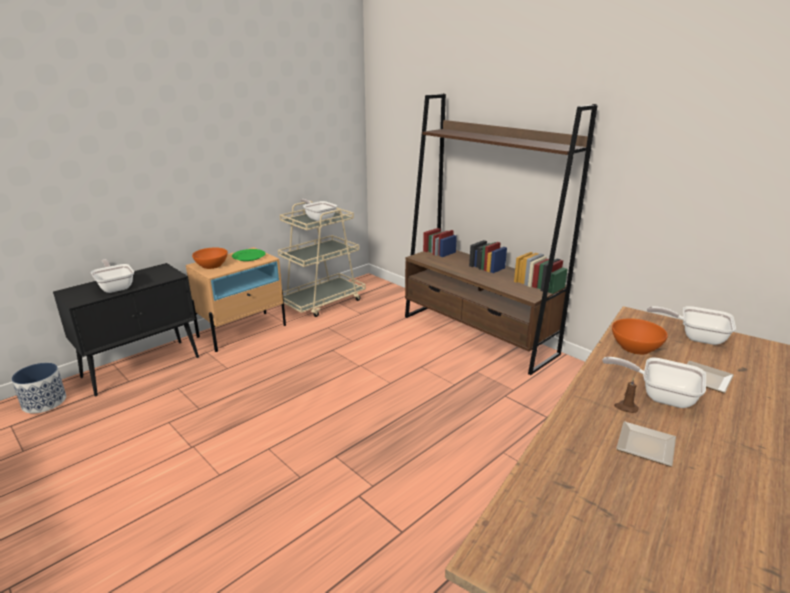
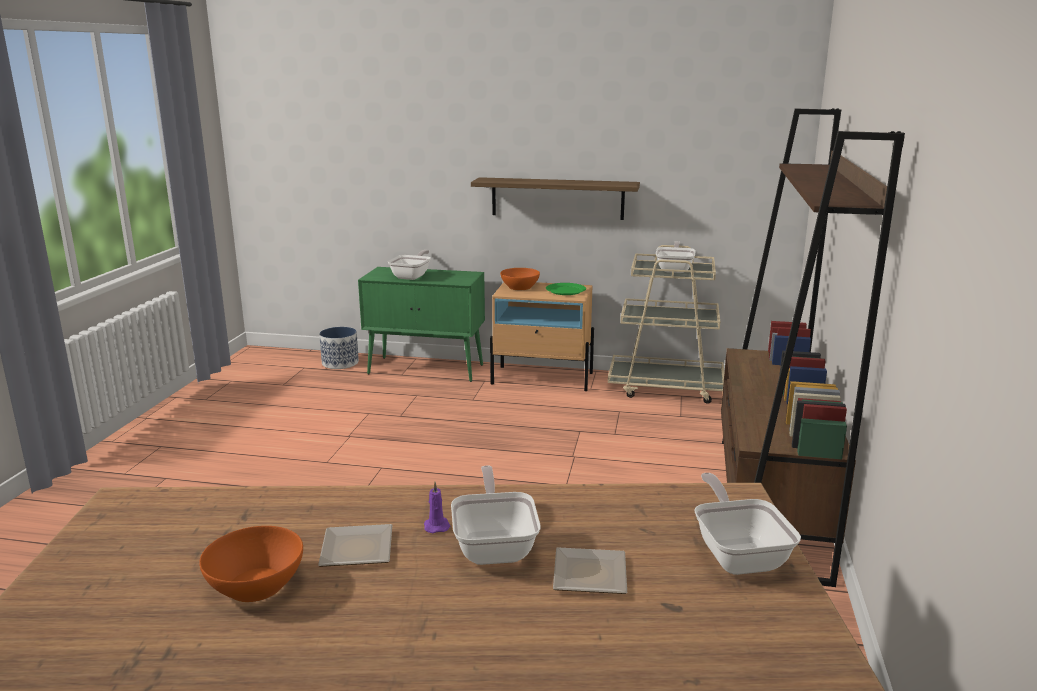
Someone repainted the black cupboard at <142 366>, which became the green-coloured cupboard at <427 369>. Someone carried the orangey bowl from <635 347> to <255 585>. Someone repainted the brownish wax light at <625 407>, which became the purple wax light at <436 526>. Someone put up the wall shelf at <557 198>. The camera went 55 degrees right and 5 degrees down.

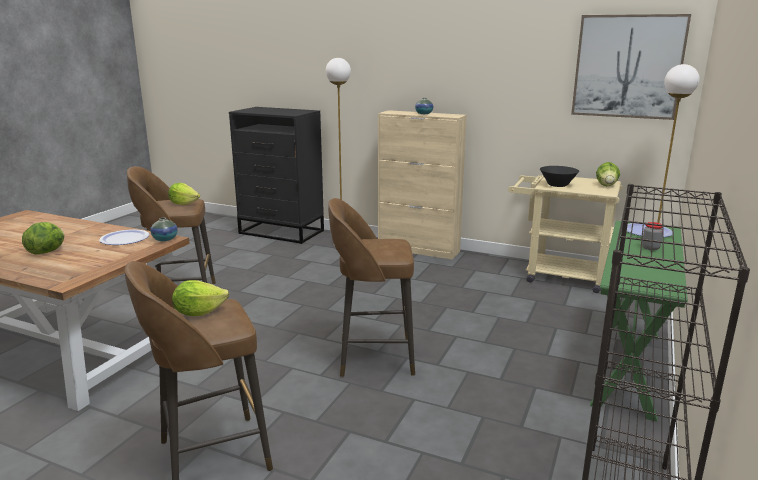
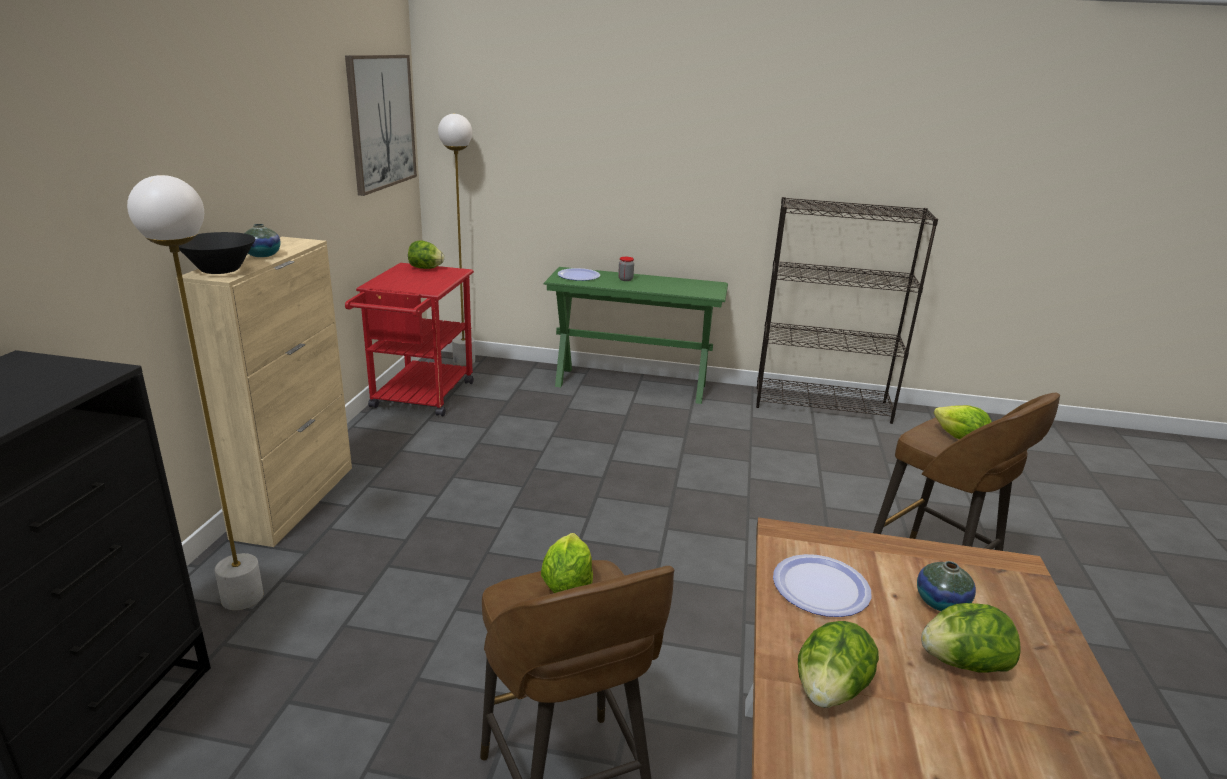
Someone carried the vase from <165 239> to <941 603>. Someone took away the brownish stool seat at <373 357>. Someone repainted the beige-coloured trolley at <558 275>, which became the red-coloured trolley at <419 399>. Someone carried the black bowl from <557 185> to <220 270>. Someone put down the head of lettuce at <830 691>. The camera went 105 degrees left and 5 degrees up.

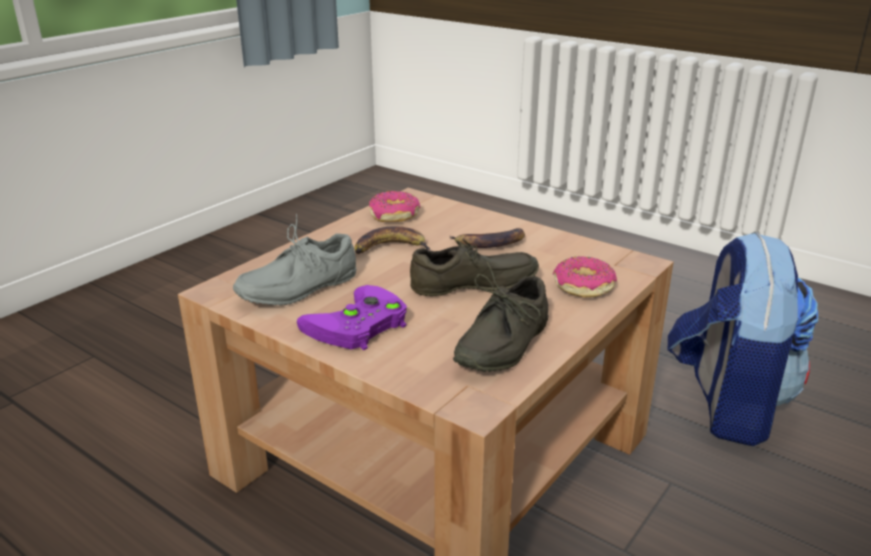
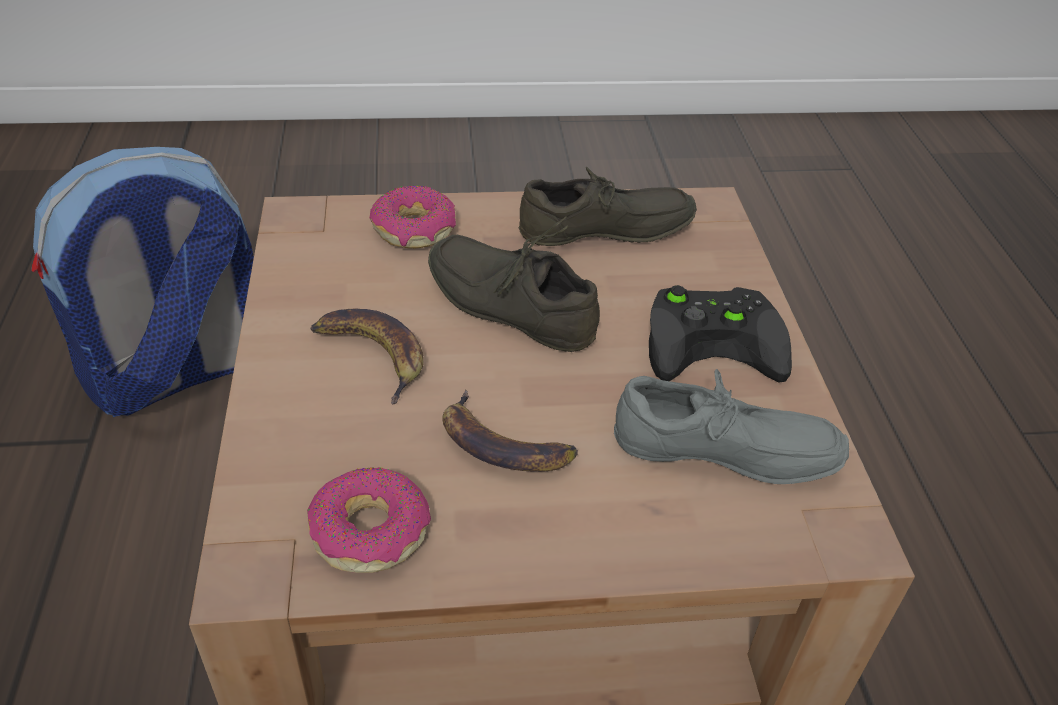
Someone repainted the purple game controller at <356 326>, which became the black game controller at <717 339>. The camera went 135 degrees left and 15 degrees up.

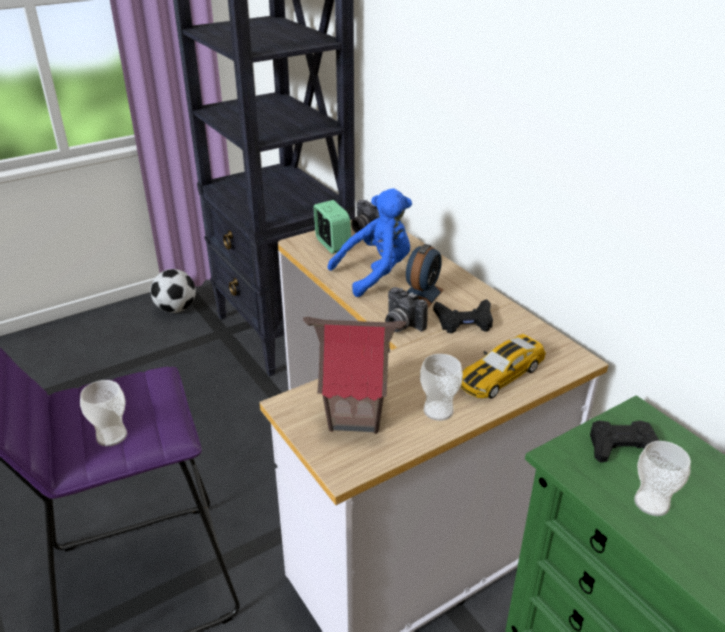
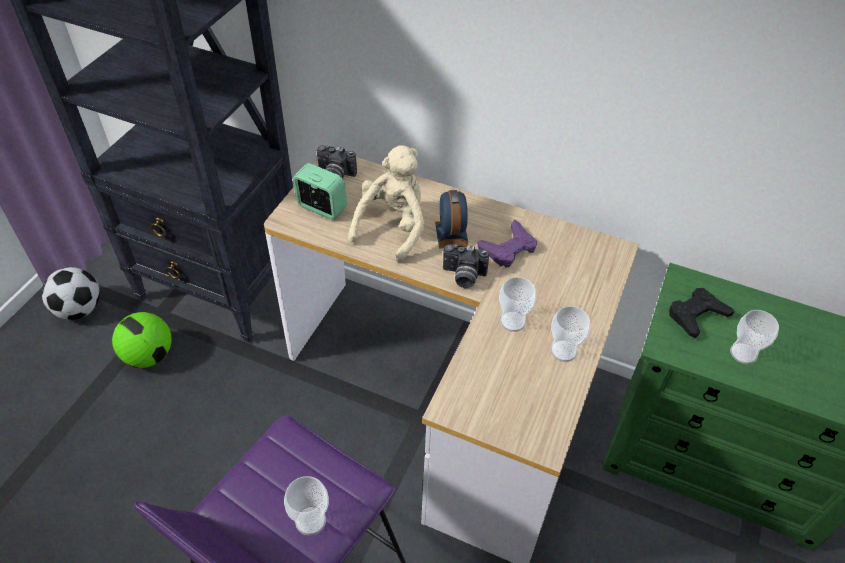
Someone took away the toy house at <355 416>. Someone repainted the blue-coloured soft toy at <376 273>, which became the beige-coloured soft toy at <392 227>. Someone repainted the black game controller at <464 321>, which became the purple game controller at <508 249>. Someone took away the model car at <500 375>. Someone put down the ball for football at <149 355>. Someone put down the small cup at <513 321>. The camera went 35 degrees left and 15 degrees up.

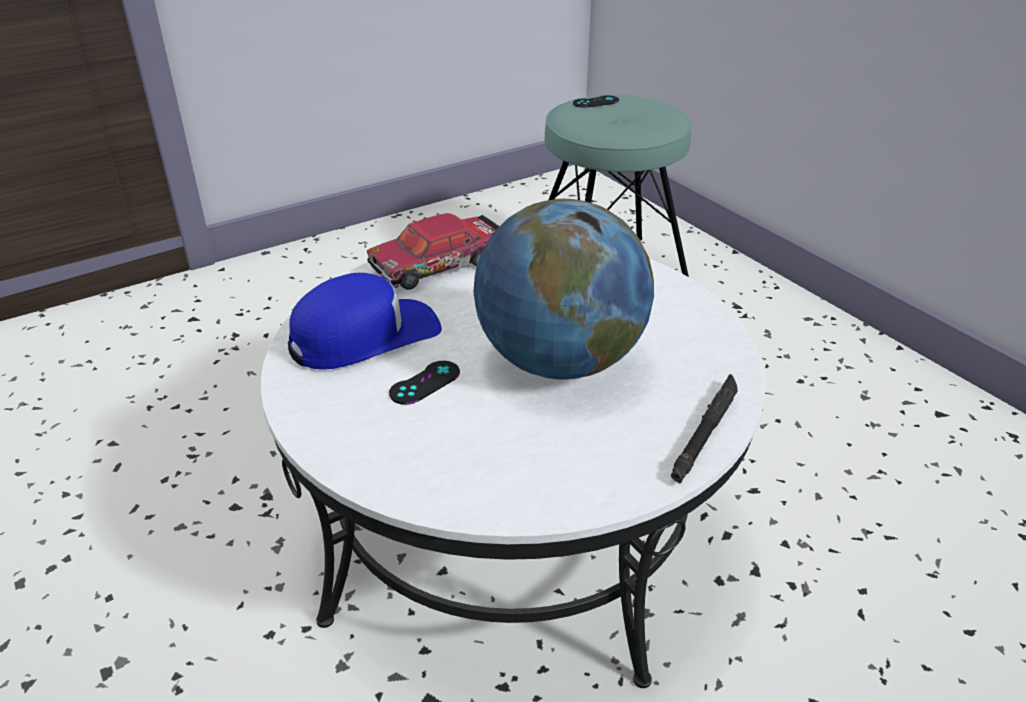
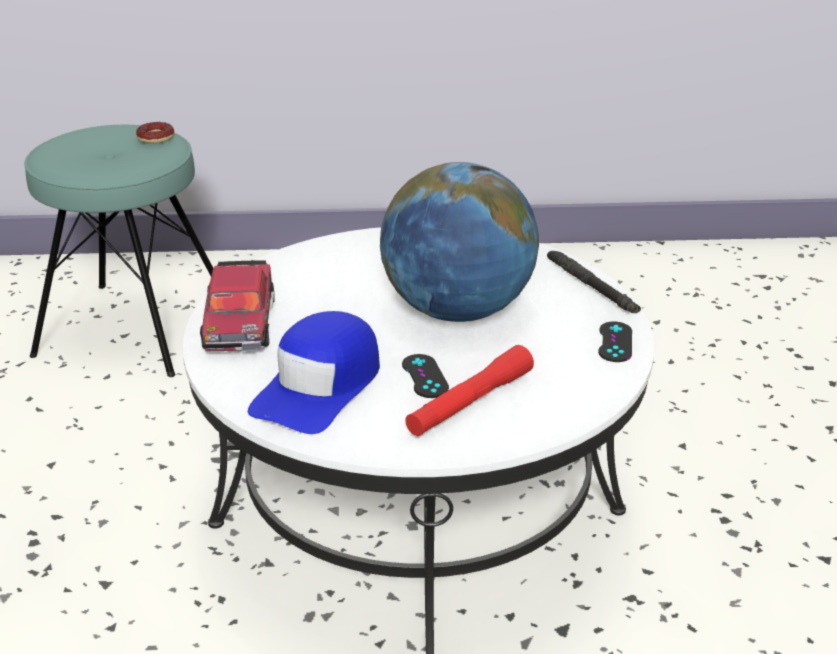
Someone rotated the blue-coloured peaked cap at <365 336> by 150 degrees counterclockwise. Someone carried the black game controller from <596 102> to <615 342>. Someone put down the ring doughnut at <155 138>. Someone put down the red-coloured flashlight at <470 403>. The camera went 60 degrees left and 5 degrees down.

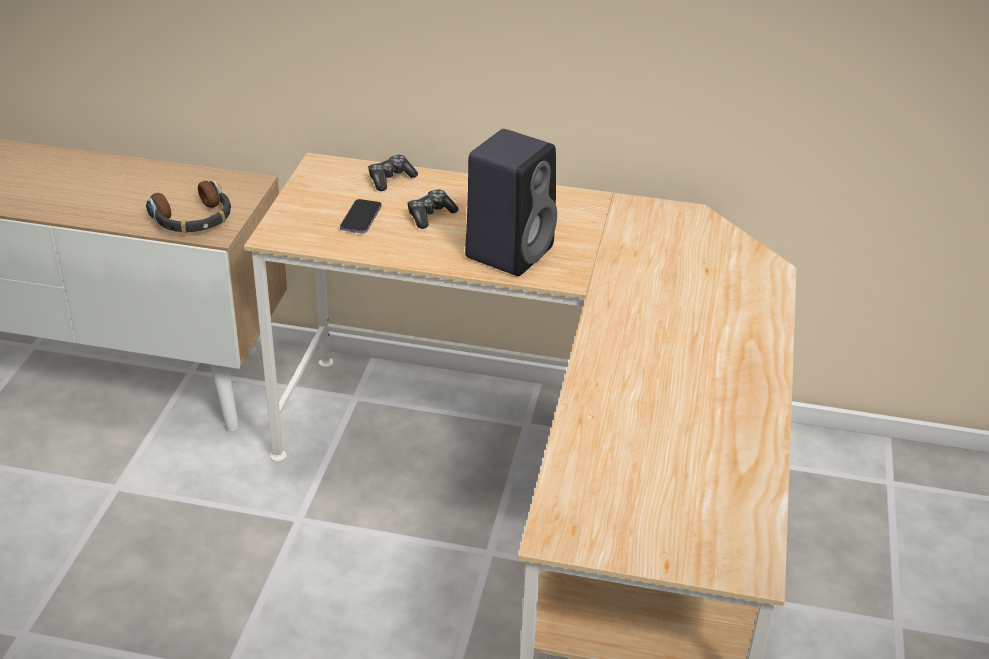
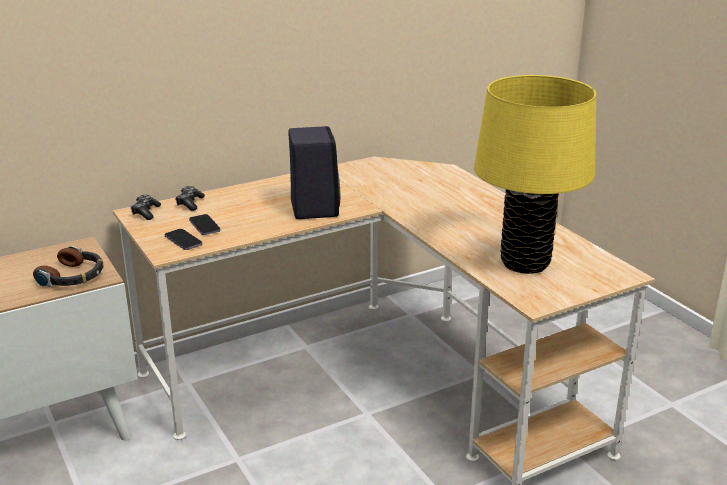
Someone carried the game controller from <430 215> to <145 212>. Someone put down the phone at <183 241>. Someone put down the yellow table lamp at <525 263>. The camera went 40 degrees left and 10 degrees down.

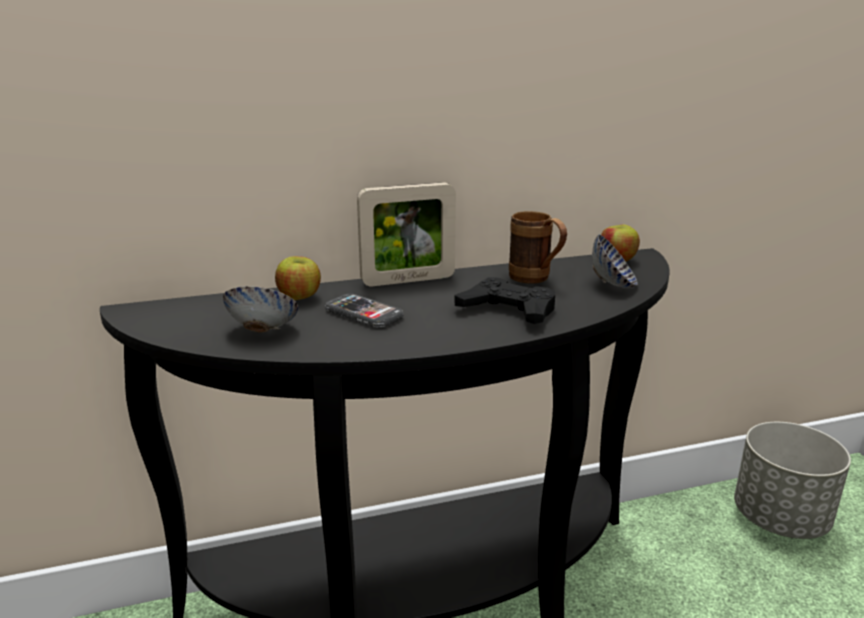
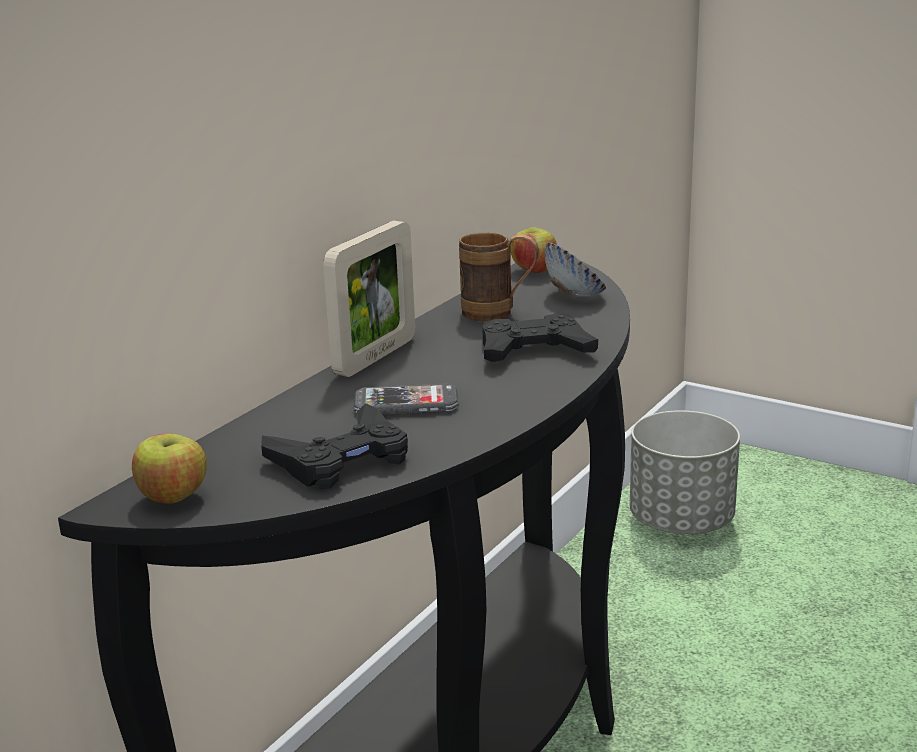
Someone swapped the bowl at <263 331> for the black game controller at <341 459>. Someone carried the whole apple from <299 297> to <173 497>. The camera went 40 degrees left and 0 degrees up.

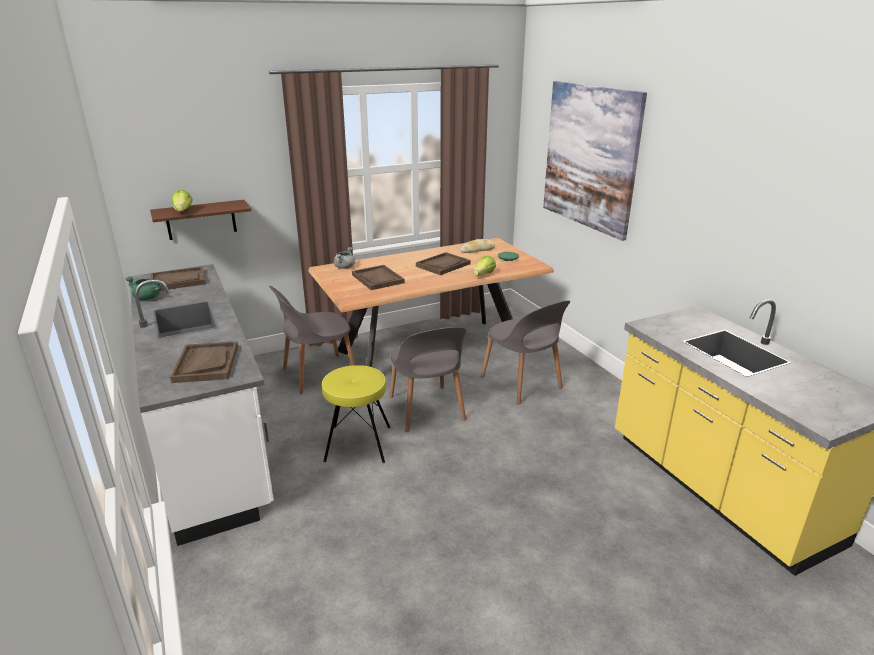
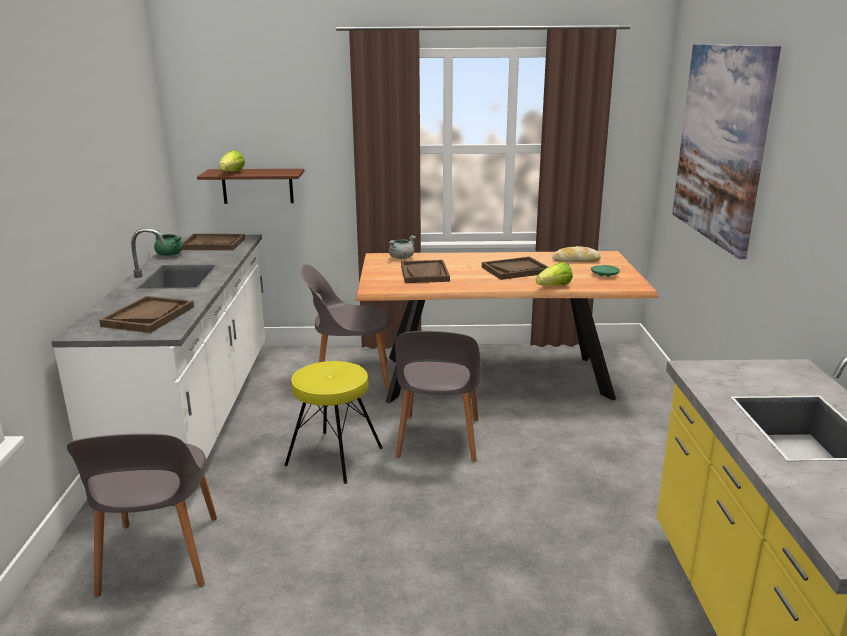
Someone carried the greyish plain chair from <522 383> to <159 557>. The camera went 25 degrees right and 5 degrees down.

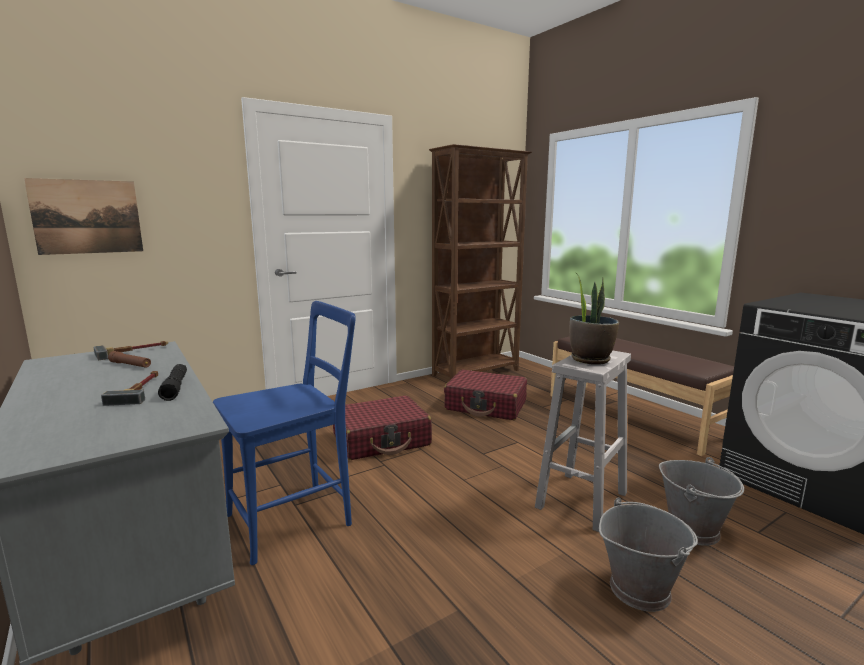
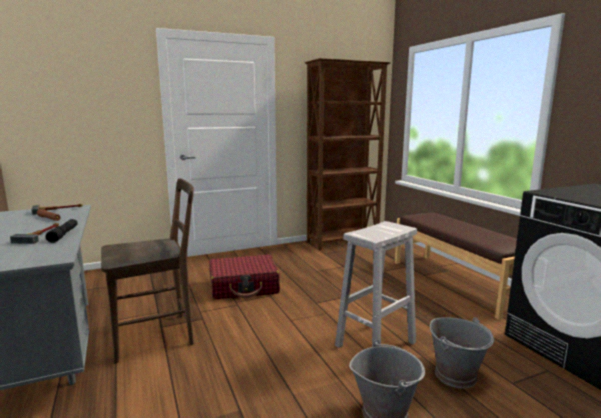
Someone took away the wall picture at <87 217>. Someone repainted the blue-coloured plain chair at <296 518>, which became the brownish plain chair at <157 335>. Someone took away the red-coloured suitcase at <486 405>. Someone took away the plant in a pot at <590 359>. The camera went 10 degrees right and 0 degrees up.

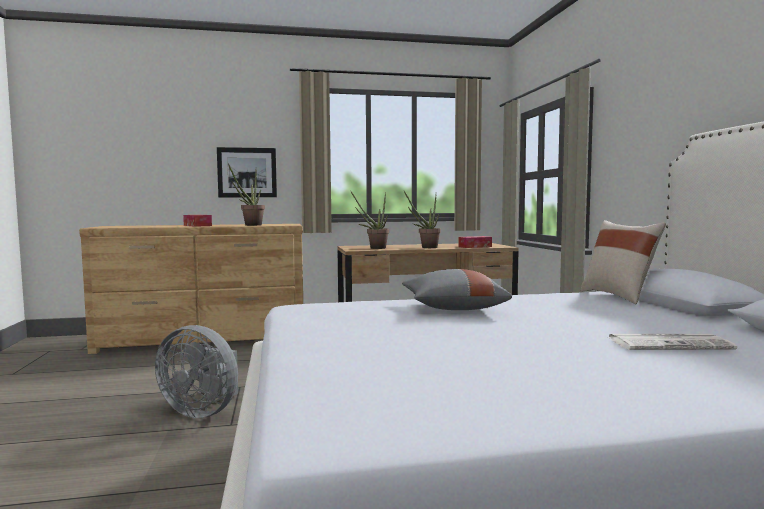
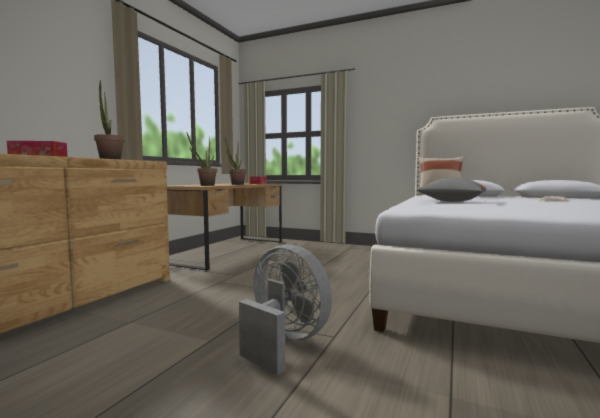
Someone rotated the greyish electric fan at <203 411> by 105 degrees counterclockwise. Someone took away the wall picture at <247 172>. The camera went 55 degrees left and 0 degrees up.

